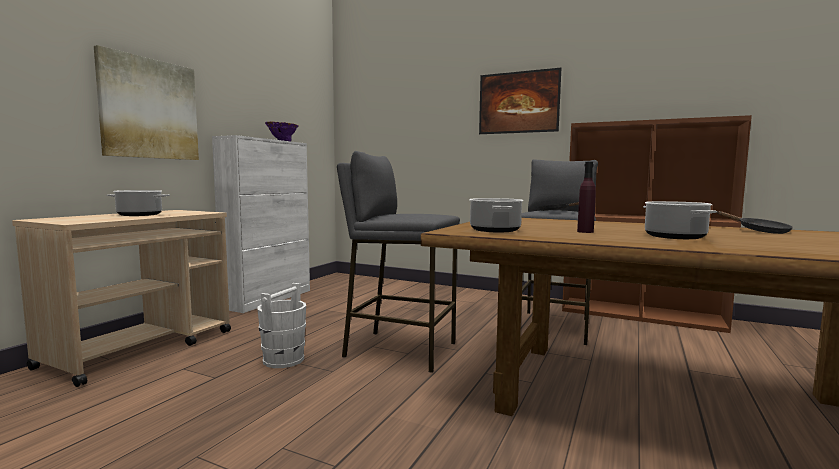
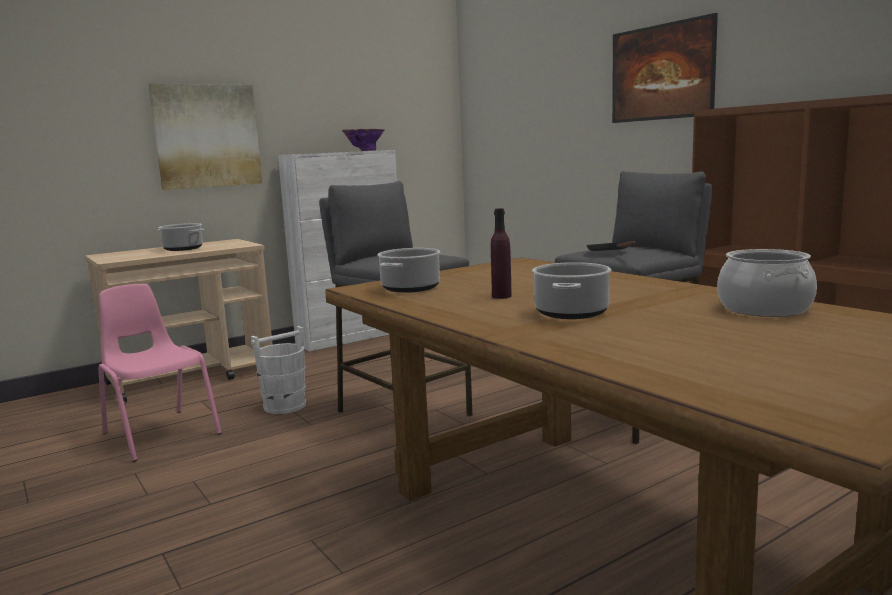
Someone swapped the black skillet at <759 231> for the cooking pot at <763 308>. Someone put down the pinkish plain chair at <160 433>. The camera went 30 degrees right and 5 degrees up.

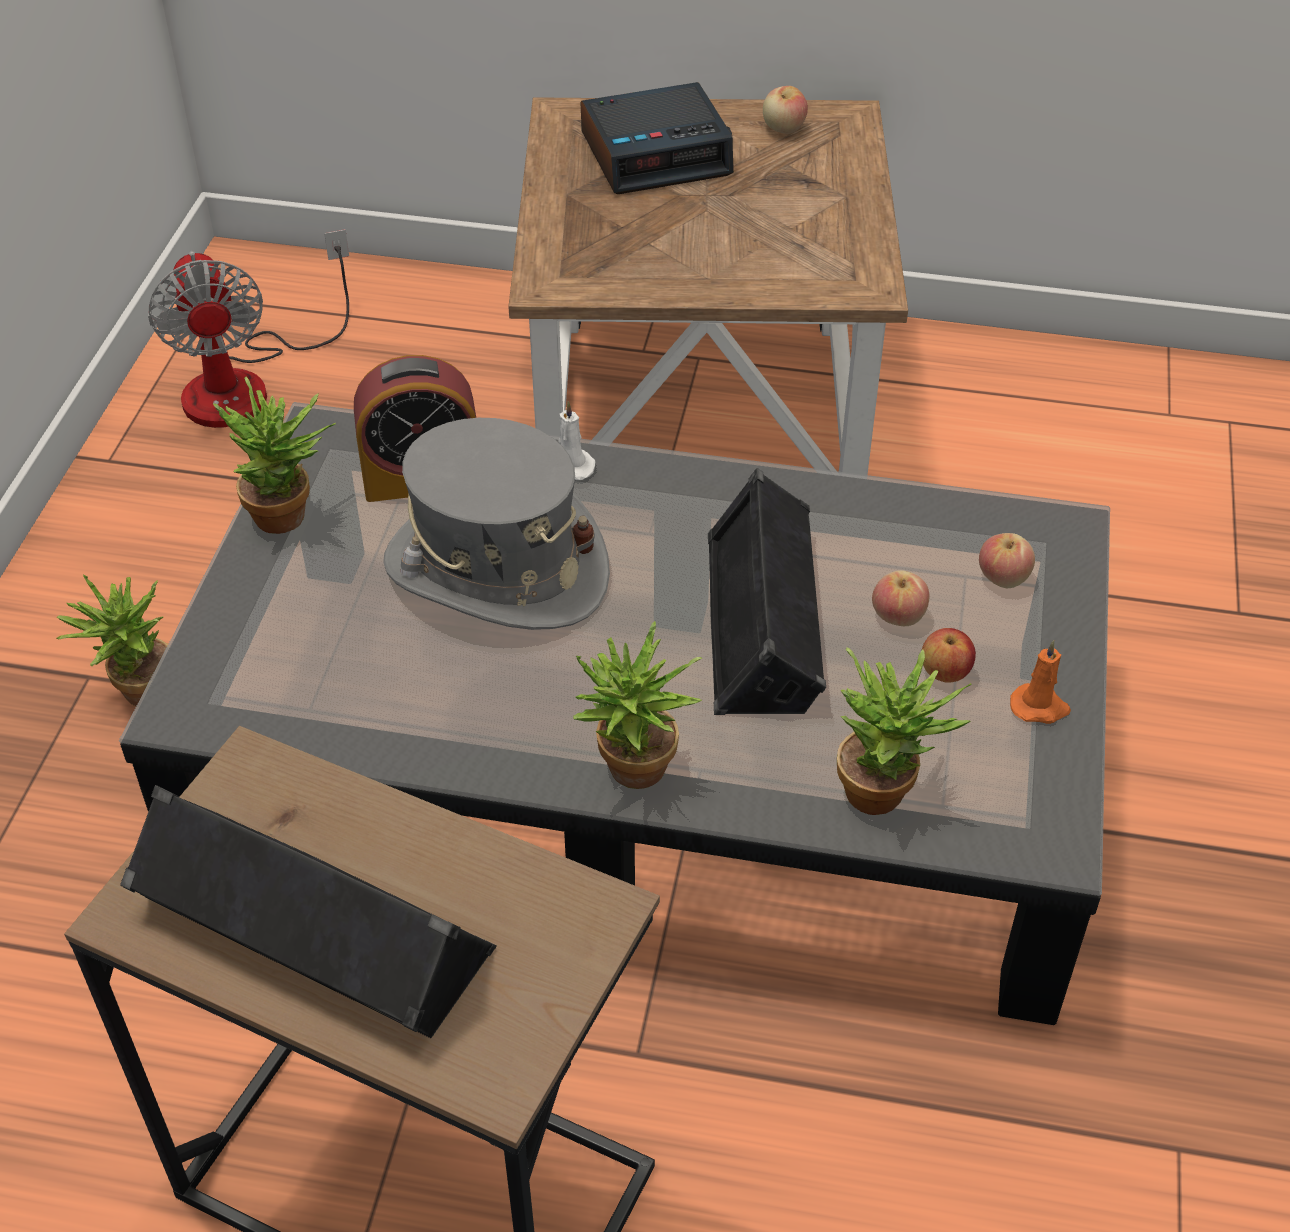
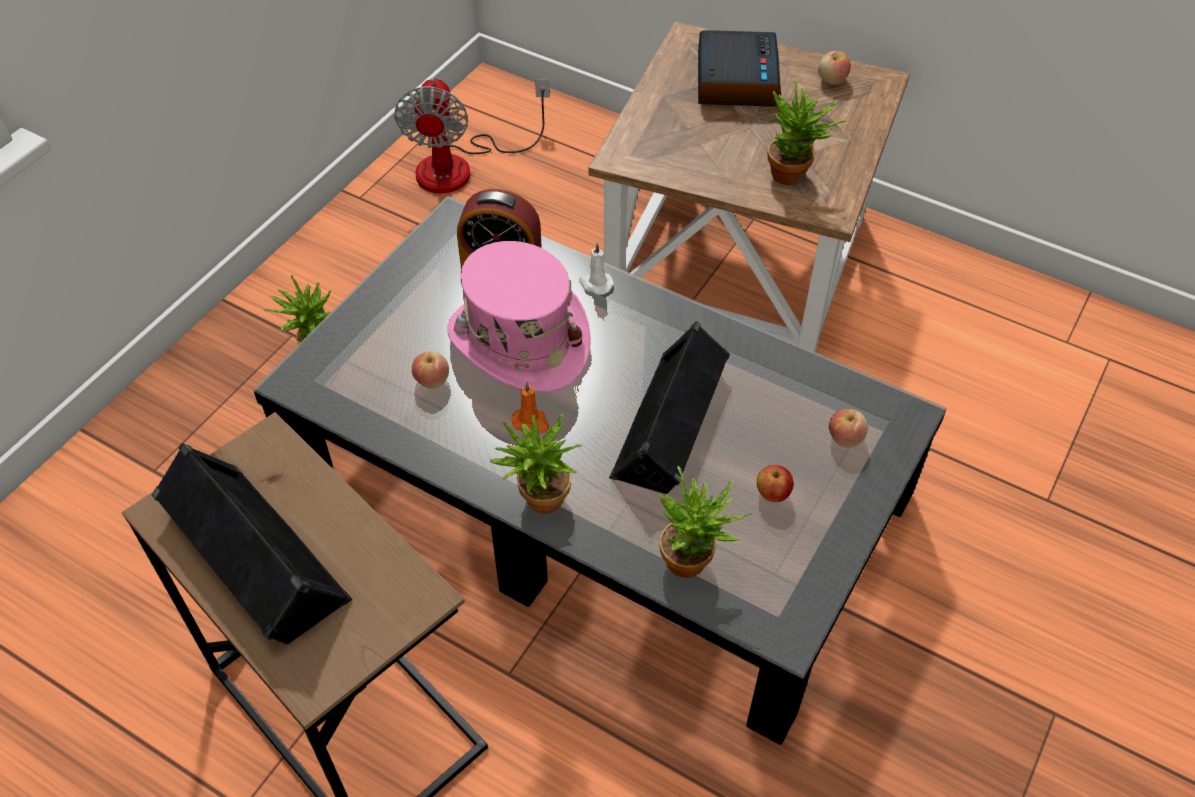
Someone carried the plant in a pot from <290 518> to <794 176>. Someone repainted the greyish wearable hat at <496 570>, which became the pinkish wearable hat at <519 341>. Someone rotated the table clock at <657 153> by 90 degrees counterclockwise. Someone carried the whole apple from <898 616> to <432 380>. Someone carried the orangey wax light from <1039 707> to <531 422>. The camera went 20 degrees right and 5 degrees up.

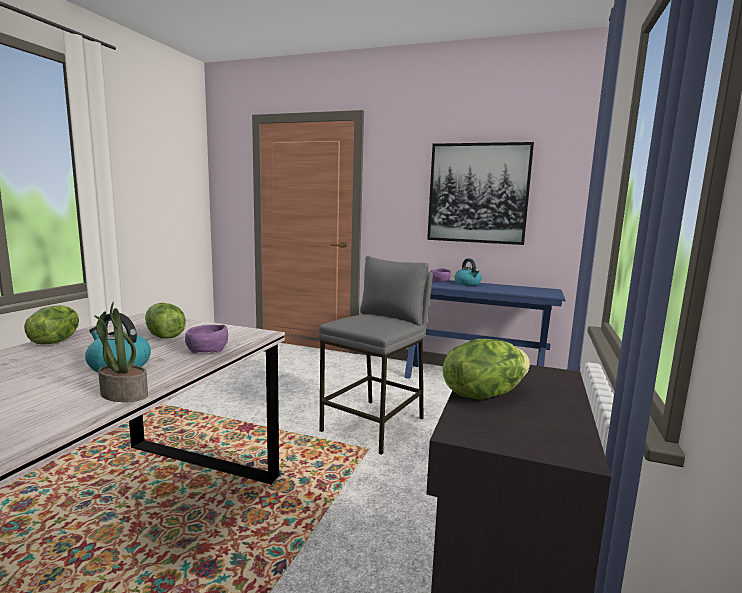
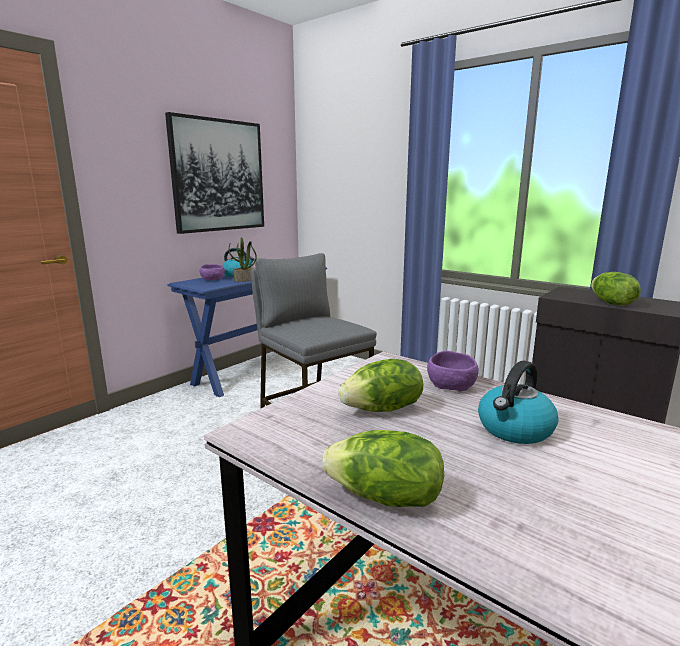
Someone carried the plant in a pot from <123 394> to <244 280>. The camera went 70 degrees left and 5 degrees up.

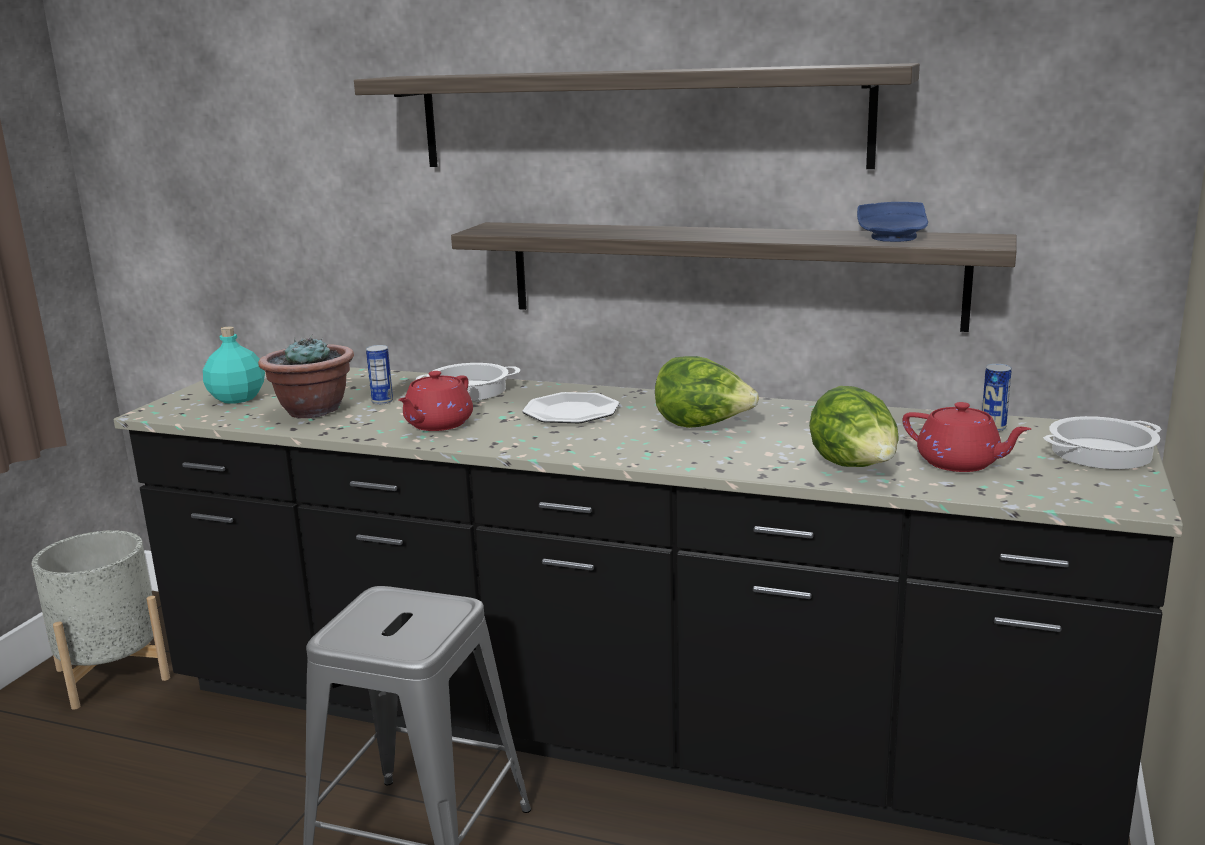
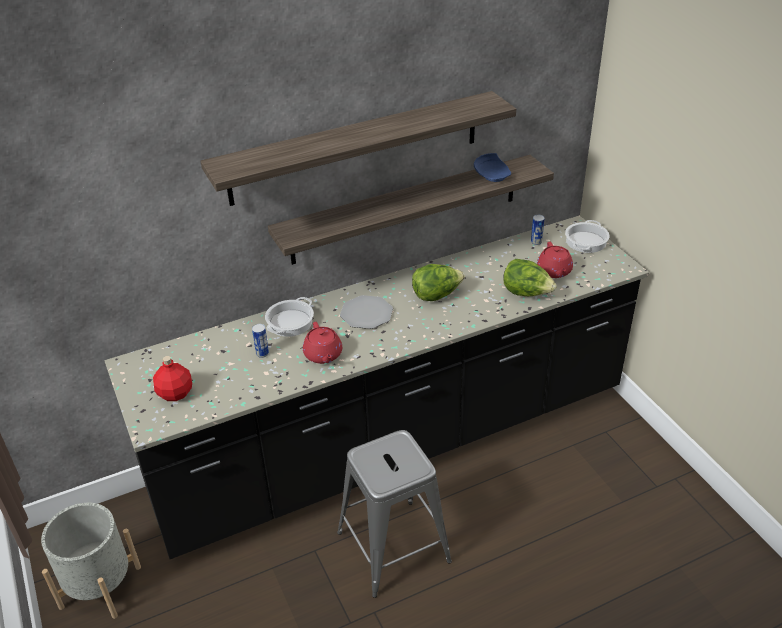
Someone repainted the blue-green bottle at <238 398>, which became the red-coloured bottle at <175 393>. Someone took away the plant in a pot at <312 410>. Someone rotated the red-coloured teapot at <960 463> by 90 degrees clockwise. The camera went 45 degrees left and 20 degrees up.

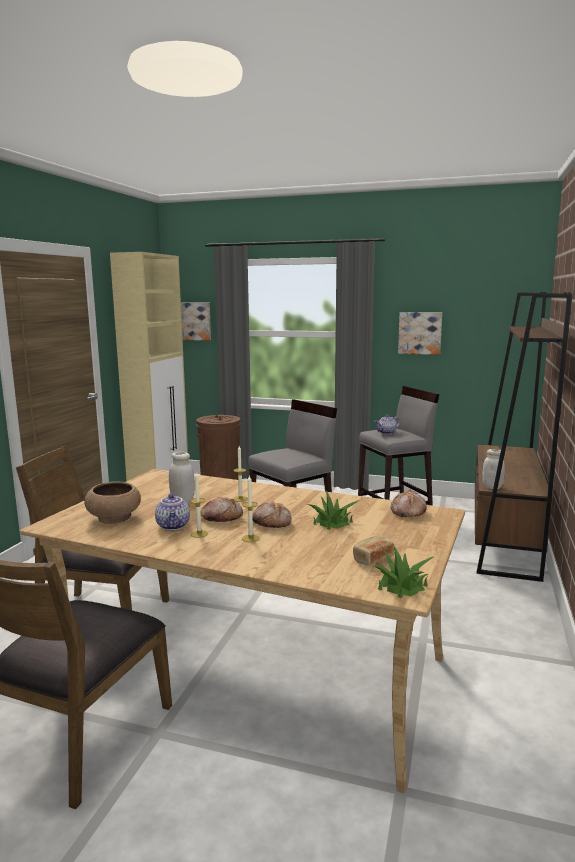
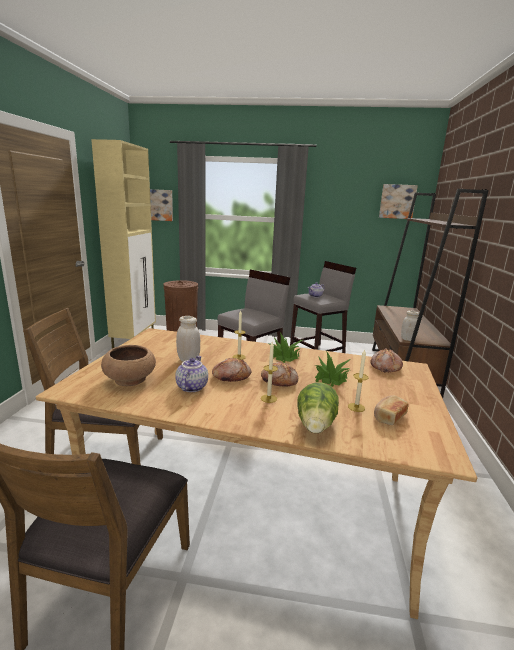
Someone rotated the teapot at <174 526> by 150 degrees counterclockwise. Someone carried the wax light from <199 534> to <356 407>. Someone carried the plant in a pot from <401 585> to <284 356>. Someone carried the wall picture from <420 333> to <397 201>. Someone put down the head of lettuce at <316 426>. The camera went 10 degrees left and 5 degrees up.

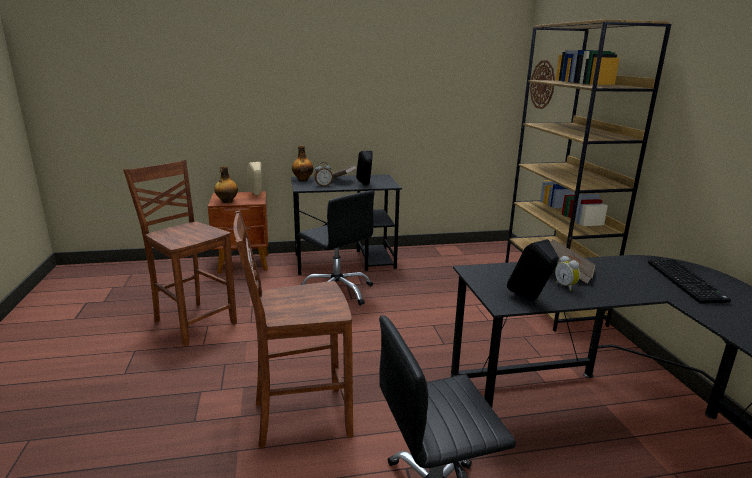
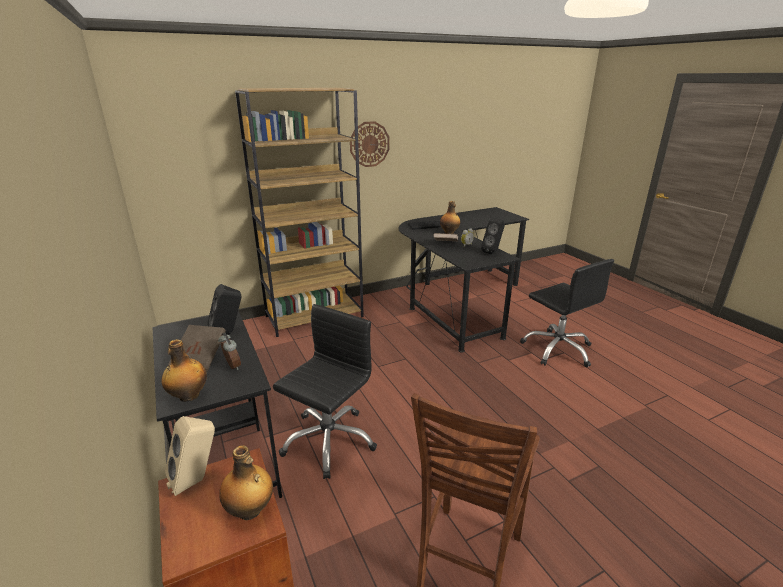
Someone took away the brownish plain chair at <299 417>. Someone carried the clock on the wall from <542 84> to <369 144>. Someone put down the bottle at <449 233>. The camera went 105 degrees left and 5 degrees up.

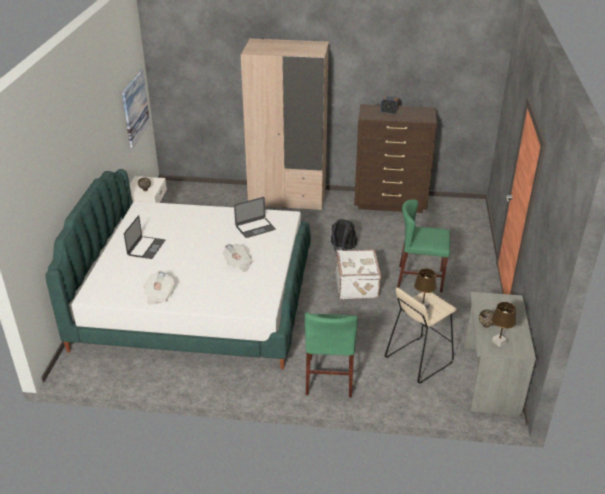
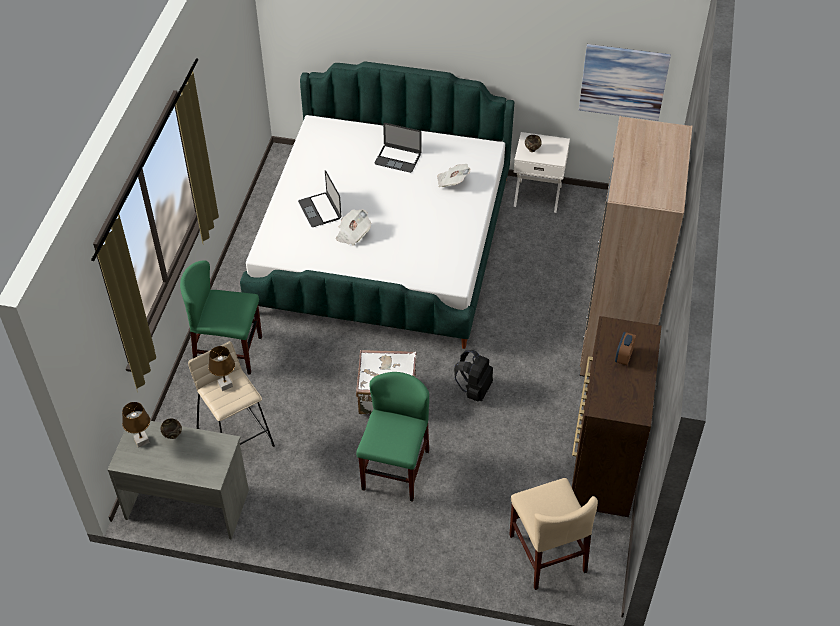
Someone carried the printed paper from <158 295> to <452 182>. Someone carried the laptop from <255 228> to <320 210>. Someone put down the beige-coloured plain chair at <547 553>. The camera went 95 degrees right and 15 degrees up.

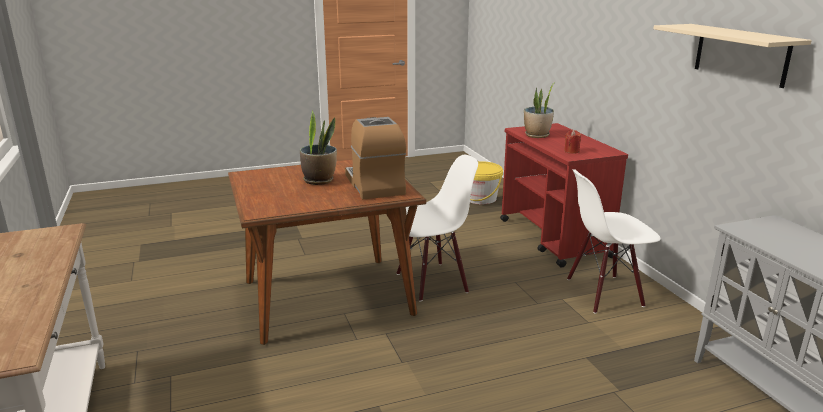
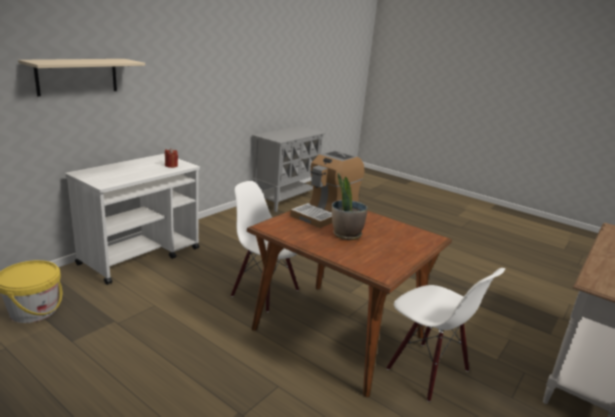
Someone repainted the red-coloured trolley at <554 238>, which became the whitish trolley at <141 256>. Someone took away the plant in a pot at <537 135>. Someone carried the whitish plain chair from <604 293> to <427 370>. Someone carried the beige-coloured wall shelf from <740 54> to <77 76>. The camera went 125 degrees left and 0 degrees up.

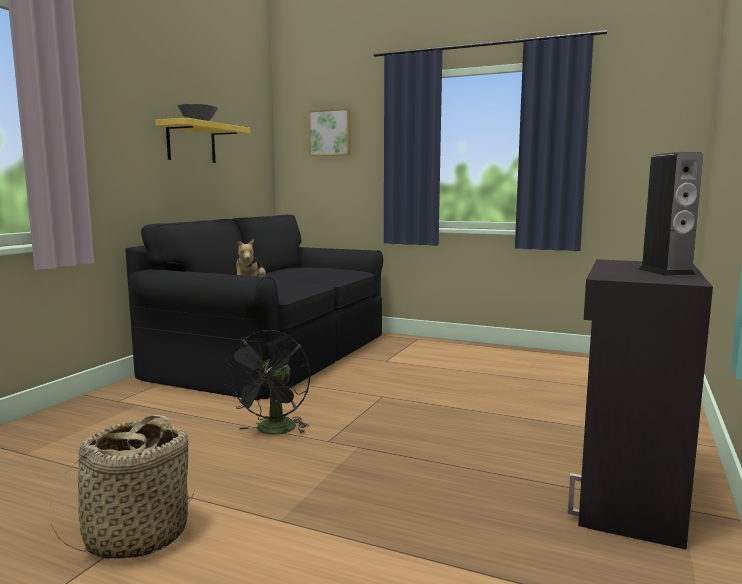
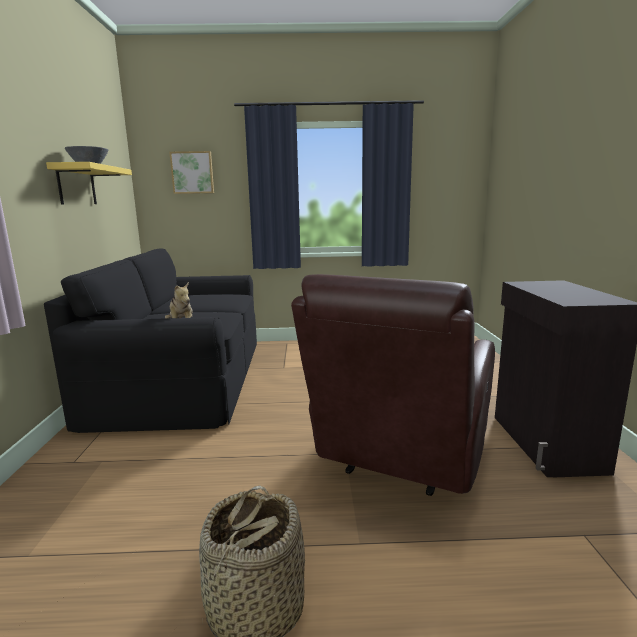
Someone took away the black electric fan at <273 431>. Someone took away the speaker at <666 272>. Someone put down the brownish easy chair at <399 459>. The camera went 25 degrees left and 5 degrees up.

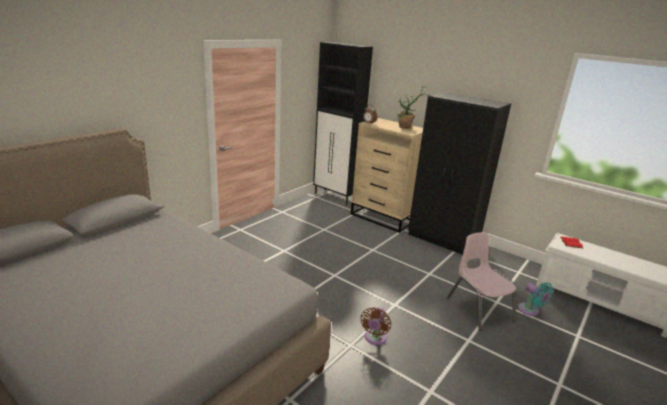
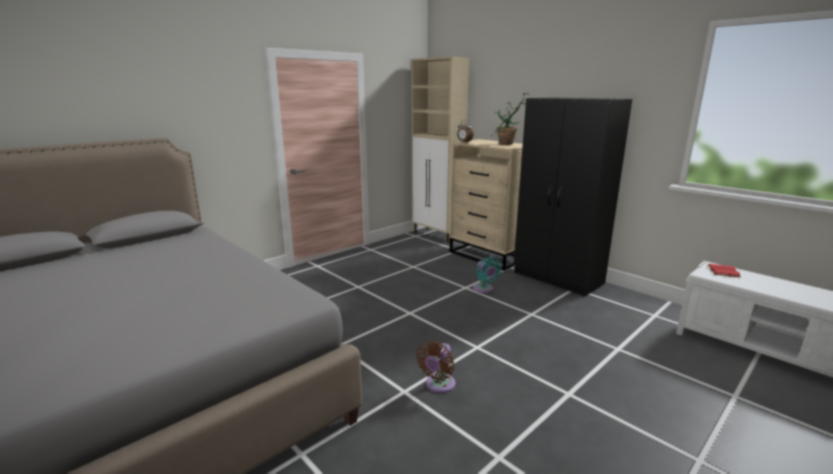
Someone repainted the black cupboard at <335 197>, which became the beige-coloured cupboard at <437 236>. Someone took away the pinkish plain chair at <479 309>. Someone carried the blue-green electric fan from <530 311> to <484 289>. The camera went 10 degrees right and 5 degrees down.

